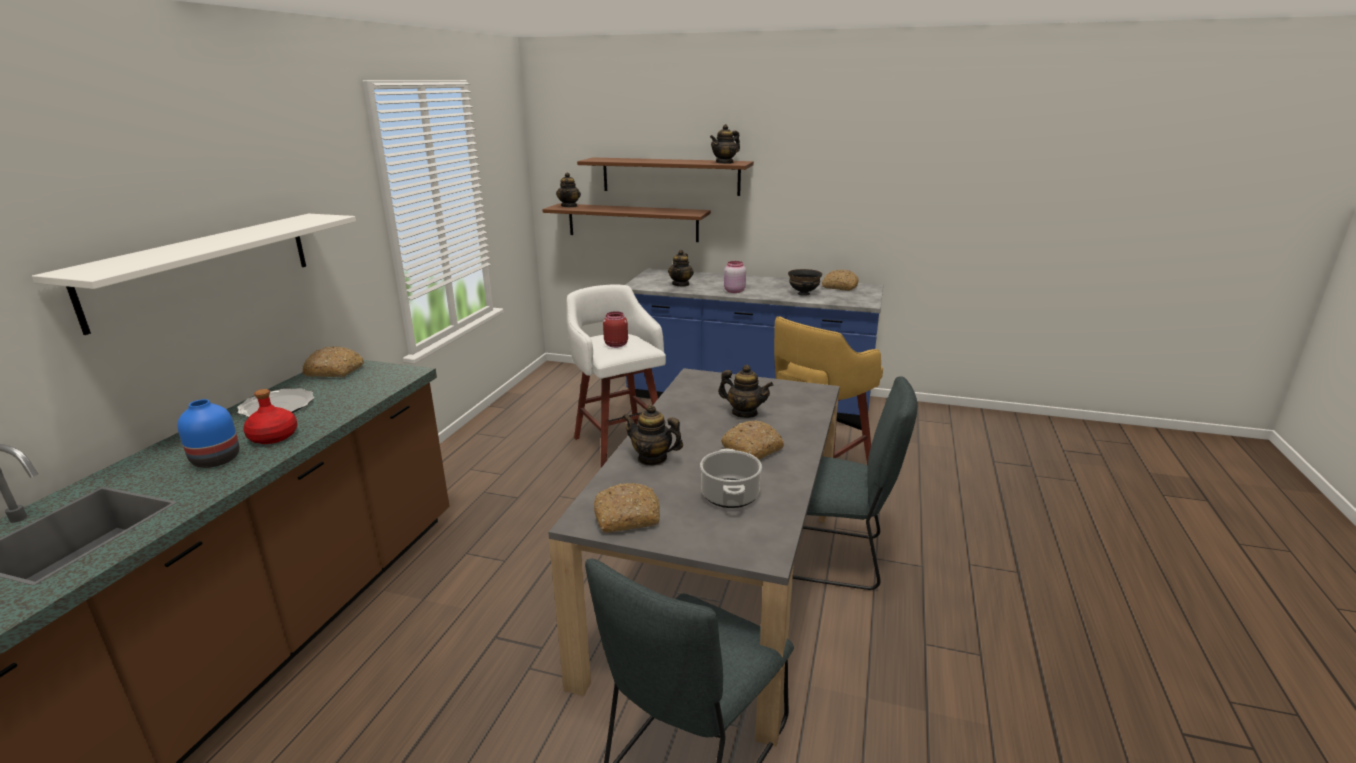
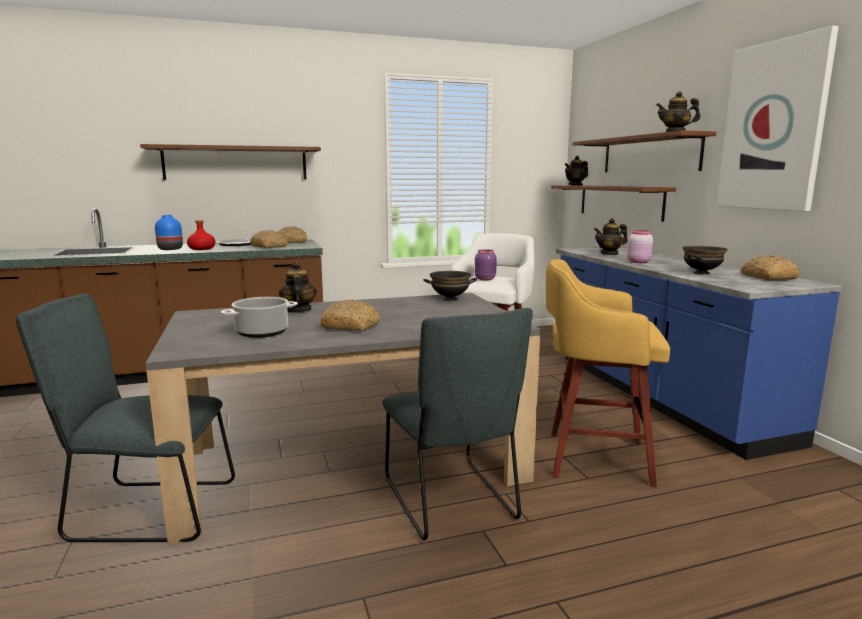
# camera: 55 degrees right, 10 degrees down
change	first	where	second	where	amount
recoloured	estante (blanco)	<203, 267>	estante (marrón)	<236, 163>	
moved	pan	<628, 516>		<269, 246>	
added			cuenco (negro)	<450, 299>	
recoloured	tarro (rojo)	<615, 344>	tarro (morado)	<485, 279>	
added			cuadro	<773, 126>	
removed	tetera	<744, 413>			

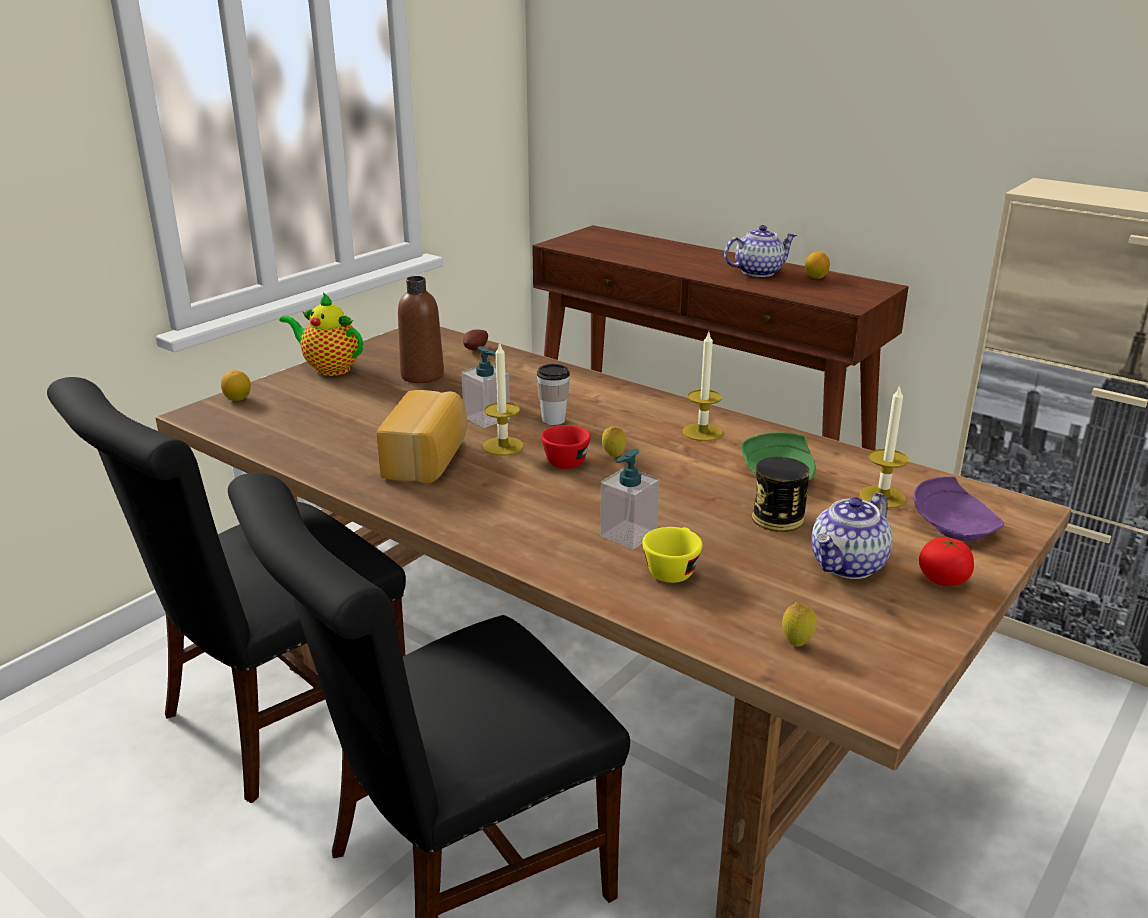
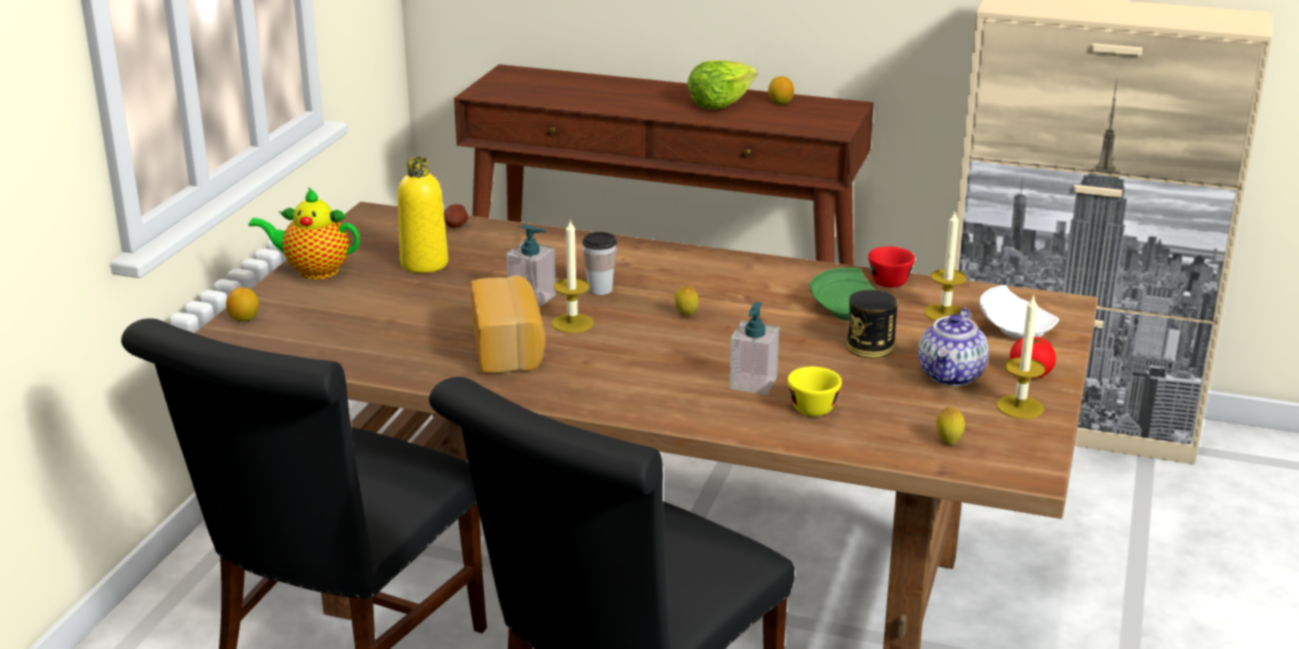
# camera: 20 degrees left, 0 degrees up
change	first	where	second	where	amount
recoloured	botella (marrón)	<422, 376>	botella (amarillo)	<424, 264>	
replaced	tetera	<758, 272>	lechuga	<720, 103>	
moved	taza (rojo)	<568, 460>		<888, 279>	
recoloured	plato (morado)	<954, 525>	plato (blanco)	<1015, 328>	
moved	vela	<702, 432>		<1020, 407>	

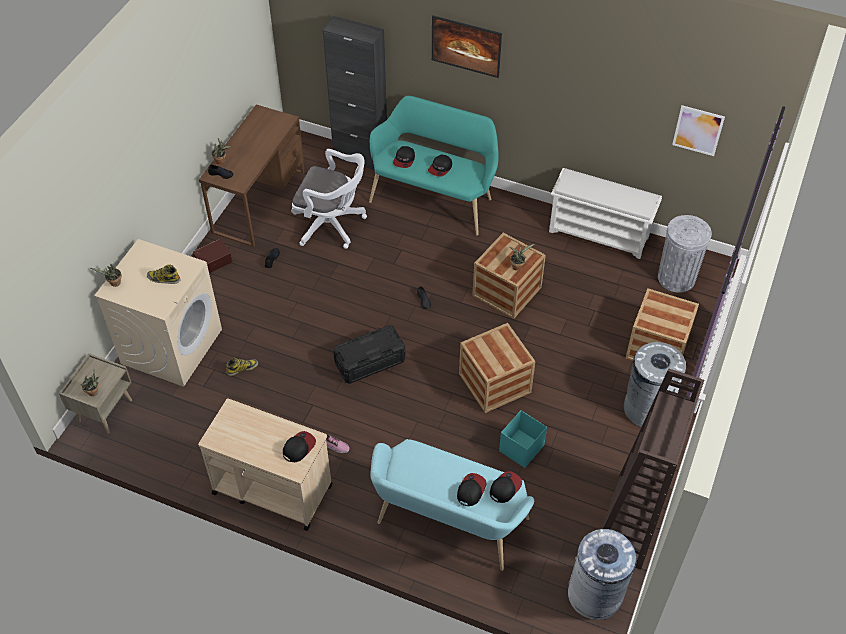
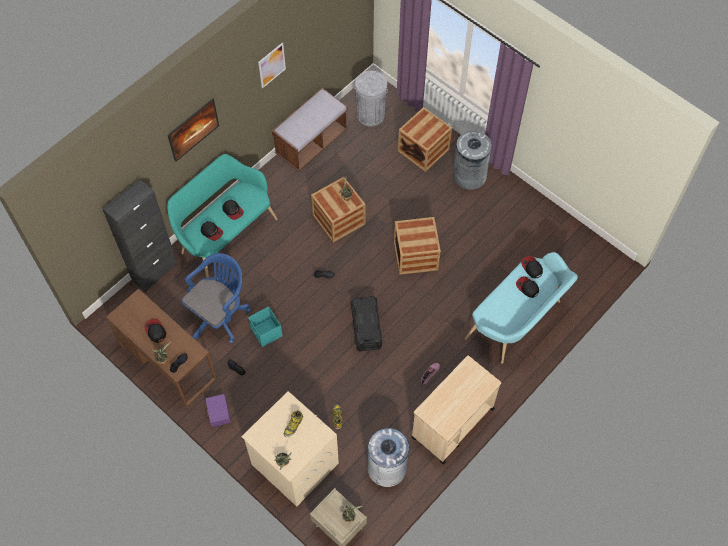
# camera: 70 degrees left, 10 degrees up
change	first	where	second	where	amount
moved	gorra	<299, 447>		<155, 331>	
recoloured	silla de oficina (blanco)	<332, 225>	silla de oficina (azul)	<220, 314>	
recoloured	caja de almacenaje (marrón)	<213, 261>	caja de almacenaje (morado)	<218, 412>	
moved	caja de almacenaje (turquesa)	<520, 449>		<266, 332>	
moved	cuadro	<698, 130>		<271, 65>	
replaced	zapatero (blanco)	<600, 234>	banco (marrón)	<311, 143>	
moved	papelera (gris)	<595, 594>		<387, 468>	
removed	estantería (marrón)	<630, 522>			

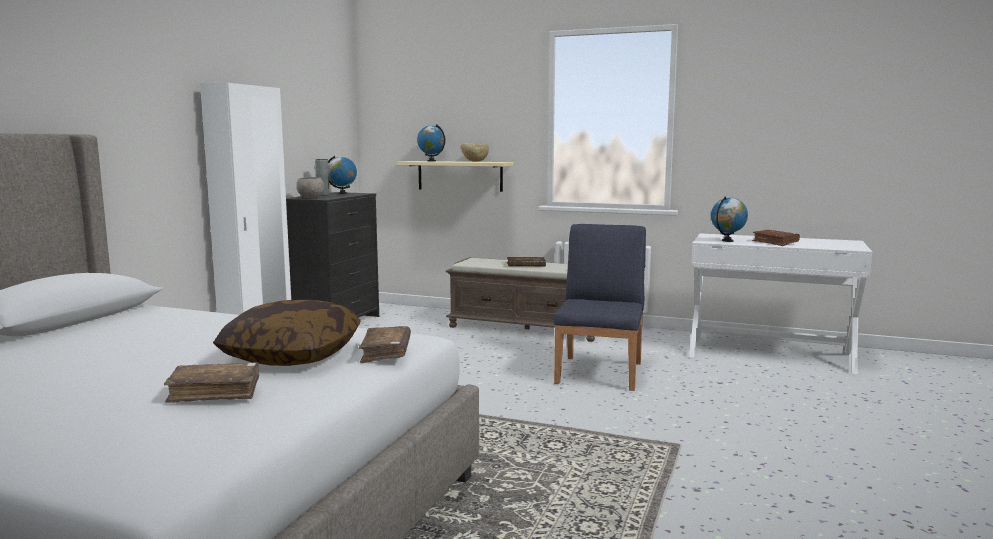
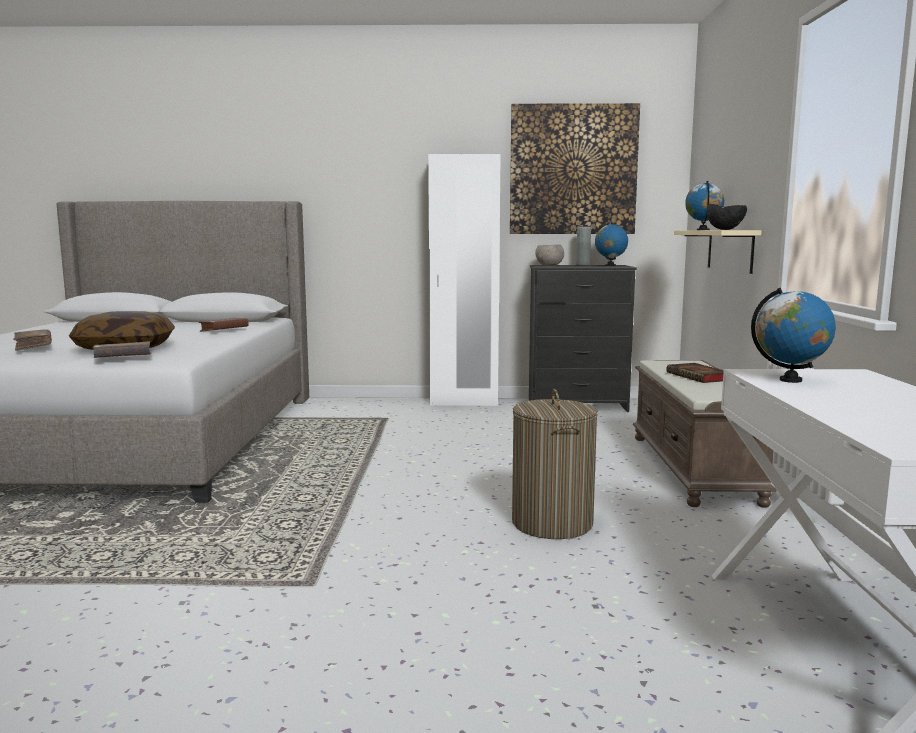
# camera: 70 degrees right, 0 degrees up
change	first	where	second	where	amount
moved	libro (marrón)	<775, 242>		<224, 330>	
added			cuadro	<573, 170>	
replaced	silla (azul)	<600, 372>	cesto de la ropa	<552, 523>	
recoloured	cuenco (beis)	<474, 161>	cuenco (negro)	<725, 229>	

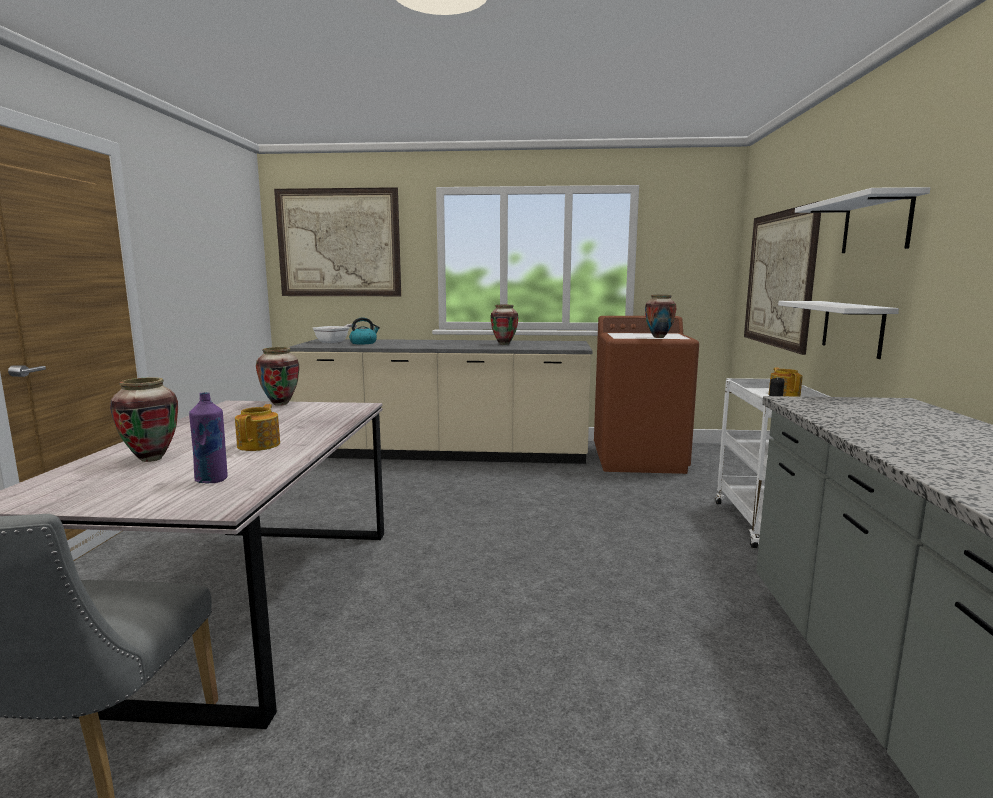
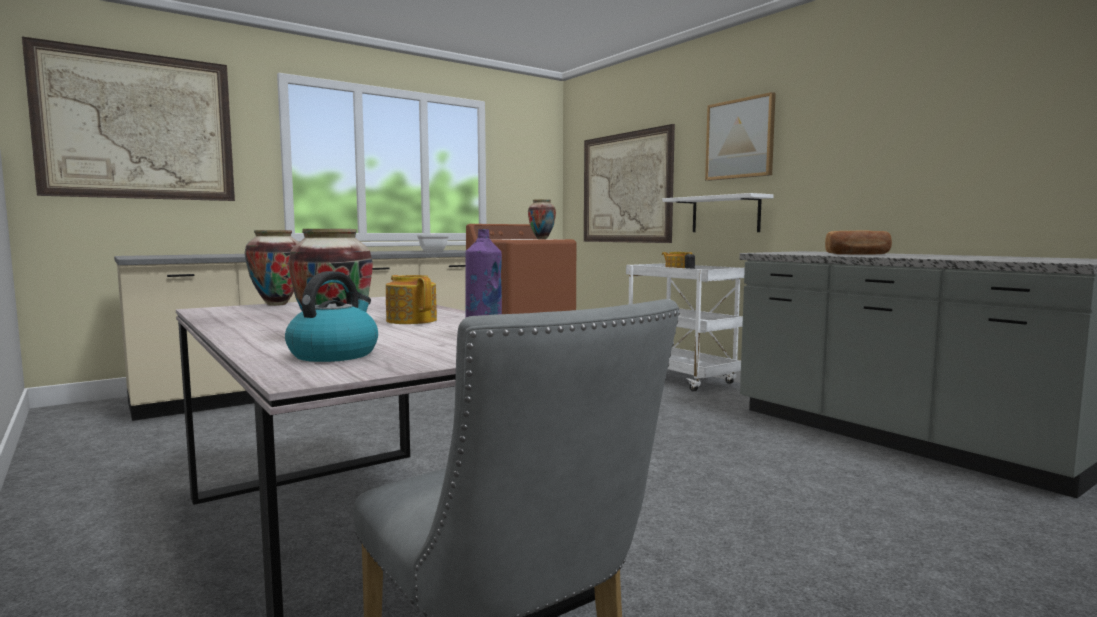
# camera: 40 degrees left, 5 degrees down
change	first	where	second	where	amount
moved	hervidor	<364, 343>		<334, 354>	
moved	sartén	<335, 342>		<433, 251>	
replaced	estante (blanco)	<876, 225>	cuadro	<740, 139>	
added			pan	<858, 254>	
removed	florero	<504, 344>			

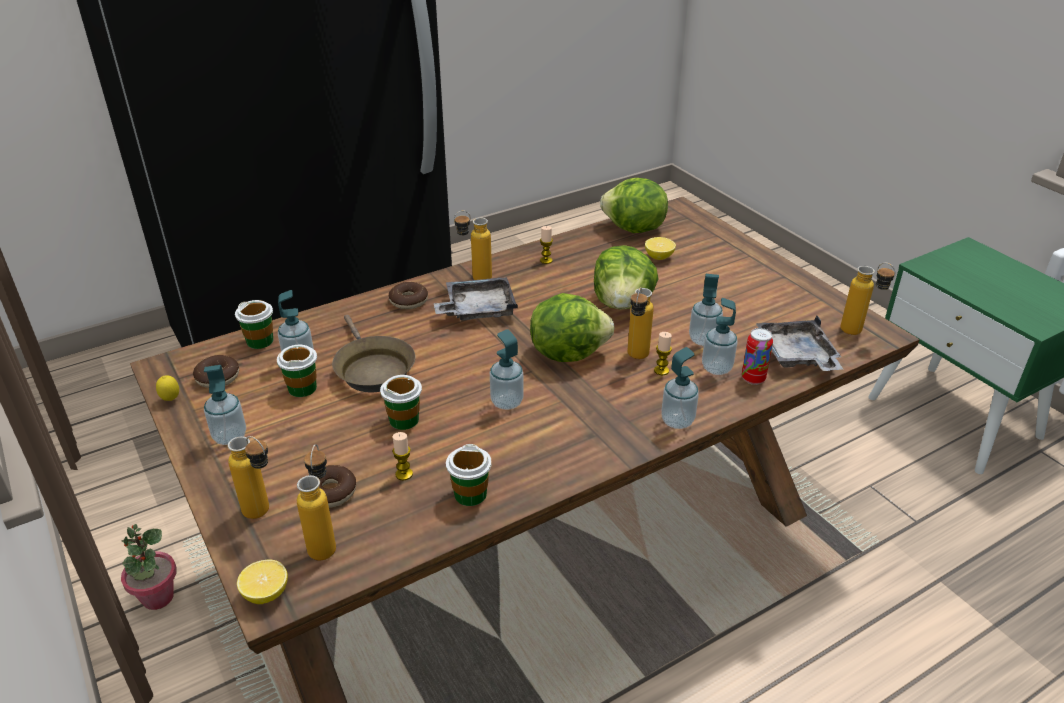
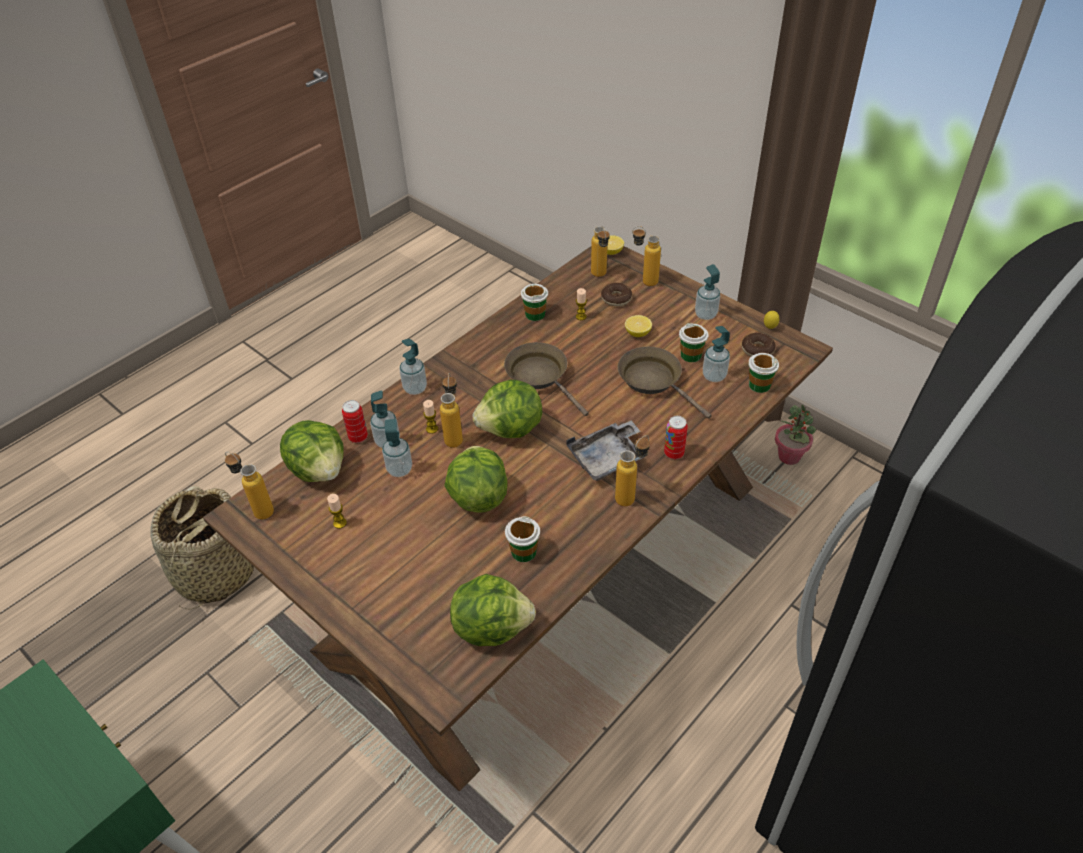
# camera: 165 degrees right, 10 degrees up
change	first	where	second	where	amount
added			cesta	<214, 573>	
replaced	bandeja (gris)	<796, 356>	lechuga	<319, 469>	
moved	vela	<546, 260>		<340, 523>	
replaced	dispensador de jabón	<507, 402>	sartén (marrón)	<540, 376>	
moved	taza	<404, 420>		<523, 552>	
moved	limón	<659, 257>		<637, 333>	
replaced	rosquilla	<408, 301>	lata	<674, 453>	

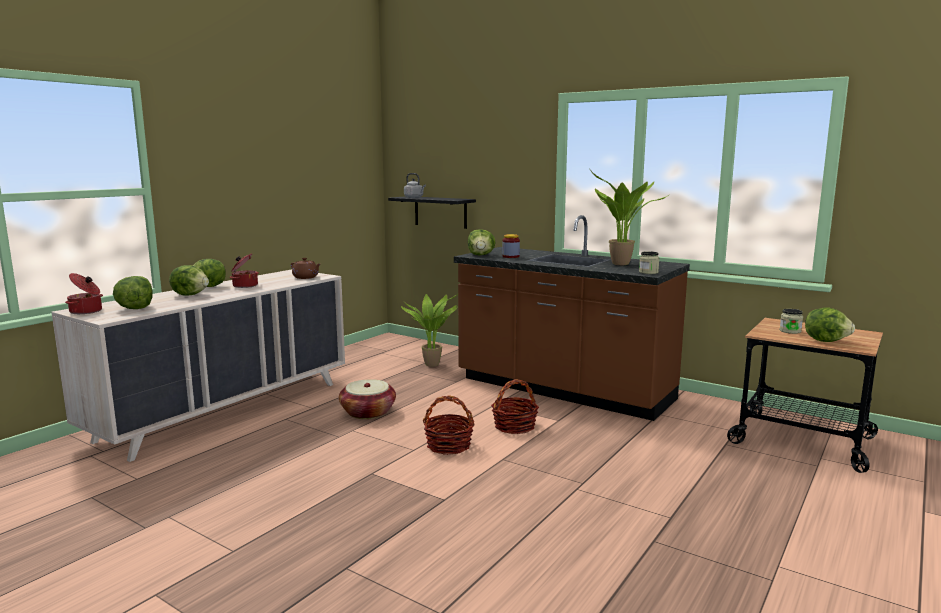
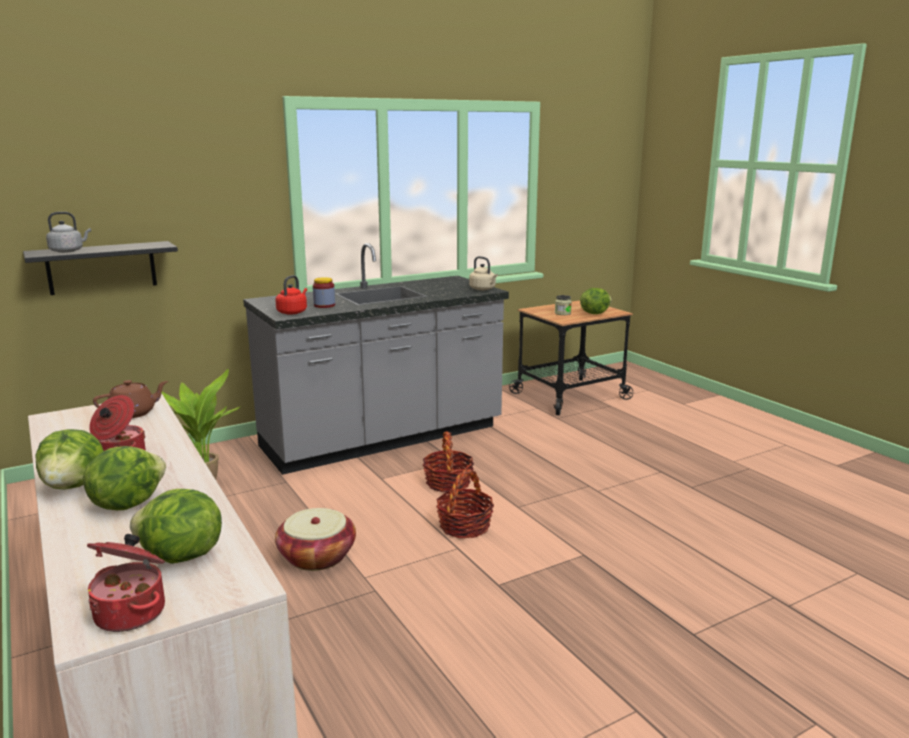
# camera: 65 degrees left, 5 degrees up
change	first	where	second	where	amount
recoloured	mueble bajo de cocina (marrón)	<563, 390>	mueble bajo de cocina (gris)	<383, 439>	
replaced	lechuga	<481, 255>	hervidor (rojo)	<293, 312>	
replaced	tarro	<648, 272>	hervidor (beis)	<483, 289>	
removed	planta en maceta	<620, 265>			

